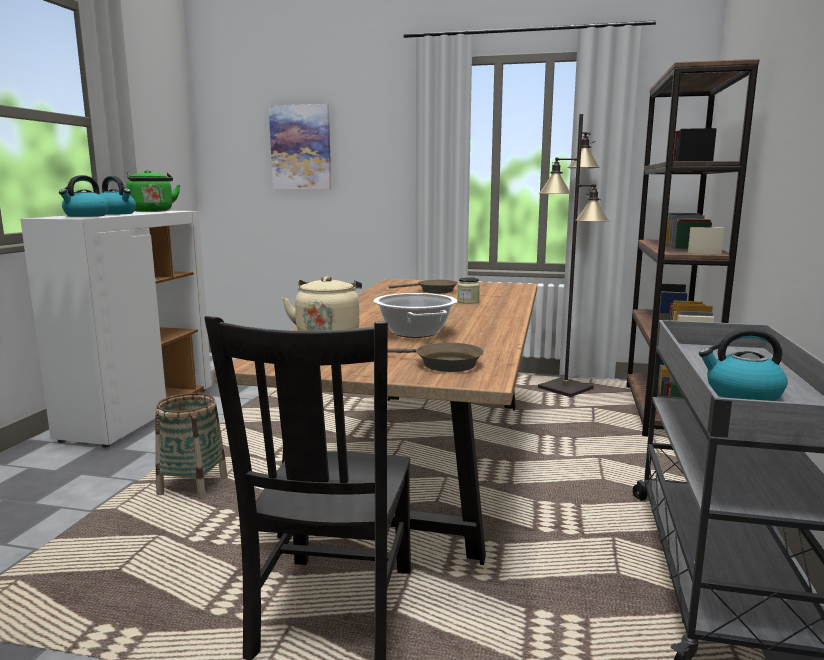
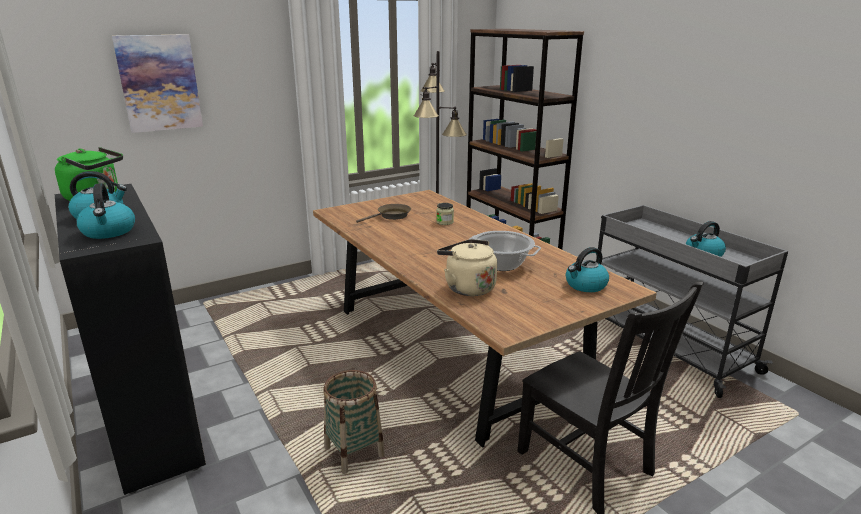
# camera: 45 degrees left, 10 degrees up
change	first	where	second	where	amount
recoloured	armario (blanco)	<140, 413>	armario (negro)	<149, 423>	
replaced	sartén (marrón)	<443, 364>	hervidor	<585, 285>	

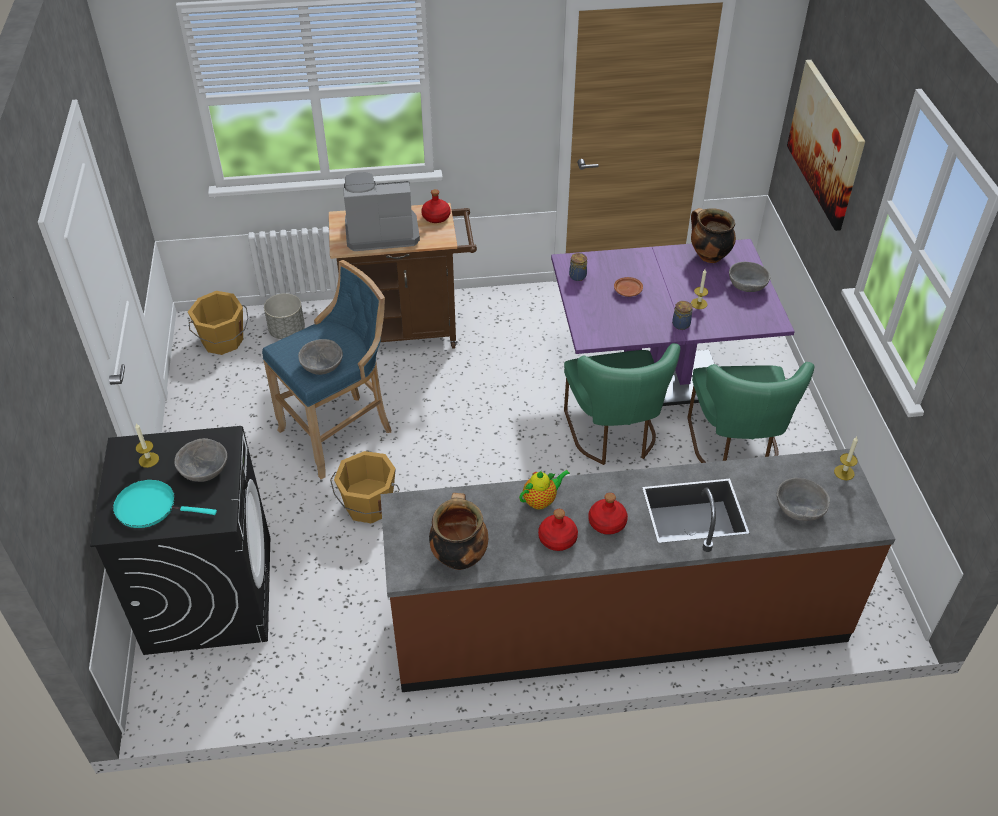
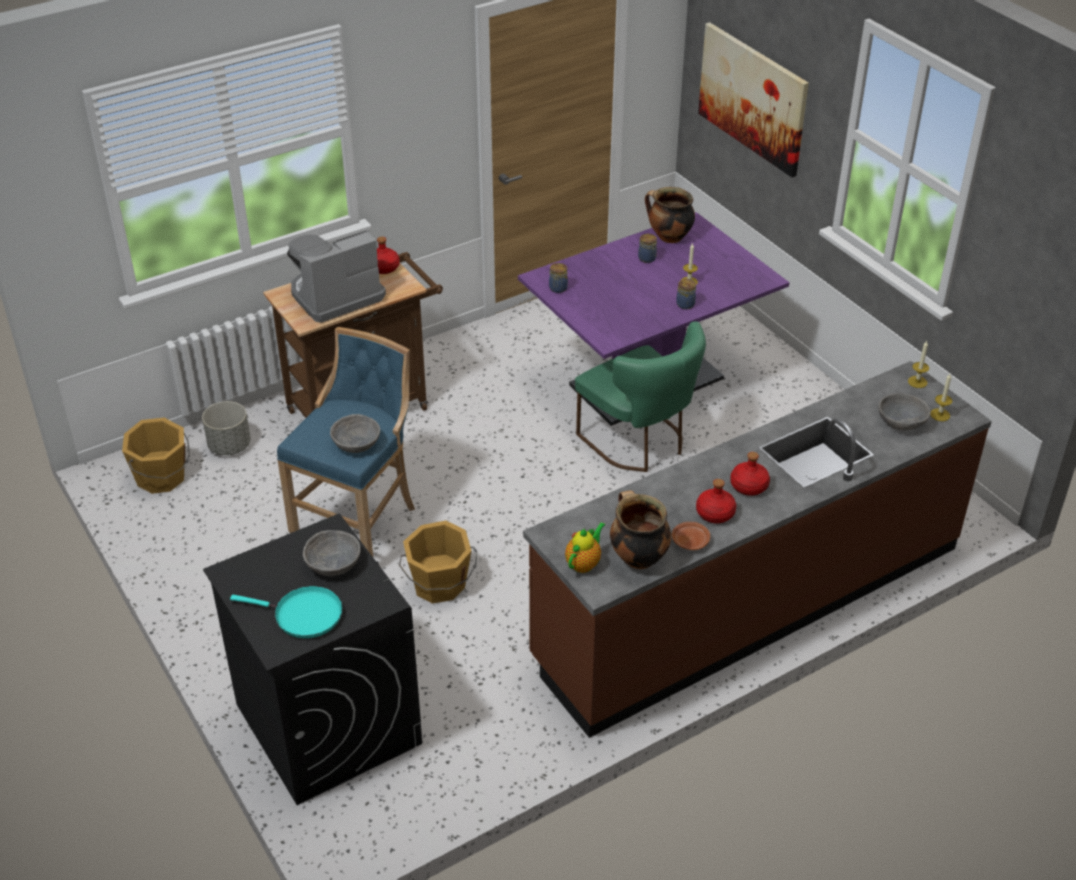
# camera: 25 degrees left, 5 degrees down
change	first	where	second	where	amount
turned	sartén (turquesa)	<150, 507>		<303, 615>	150 degrees counterclockwise
moved	tetera	<541, 500>		<584, 563>	
added			tarro	<647, 259>	
moved	plato (marrón)	<628, 291>		<690, 541>	
moved	vela	<149, 460>		<940, 415>	
removed	silla (verde)	<735, 449>			
removed	cuenco (gris)	<746, 285>			

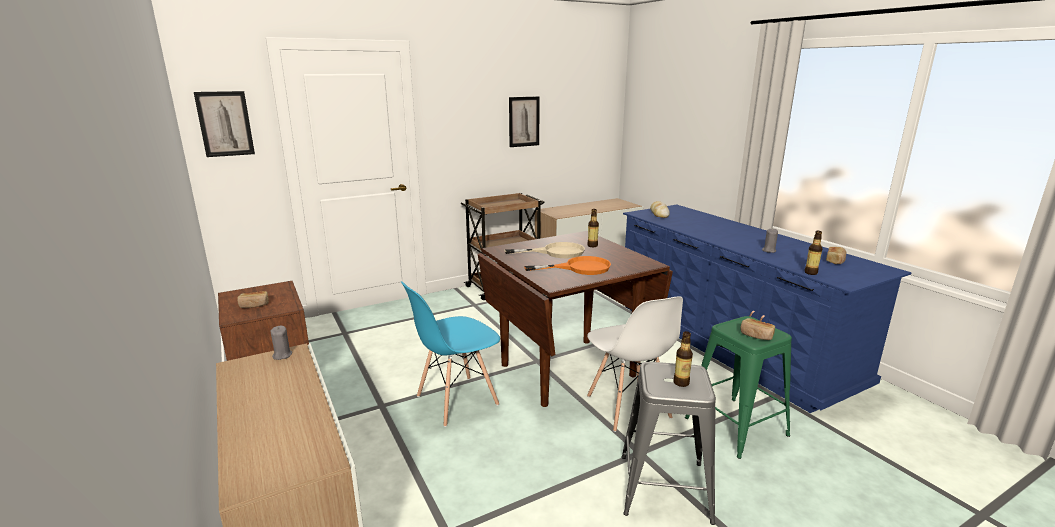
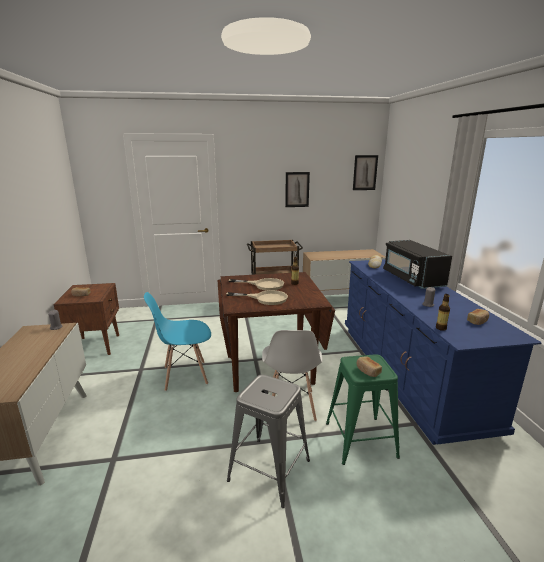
# camera: 20 degrees right, 0 degrees up
change	first	where	second	where	amount
recoloured	sartén (naranja)	<579, 268>	sartén (beis)	<265, 298>	
moved	cuadro	<225, 124>		<365, 172>	
added			microondas (negro)	<412, 279>	
removed	botella	<681, 383>			

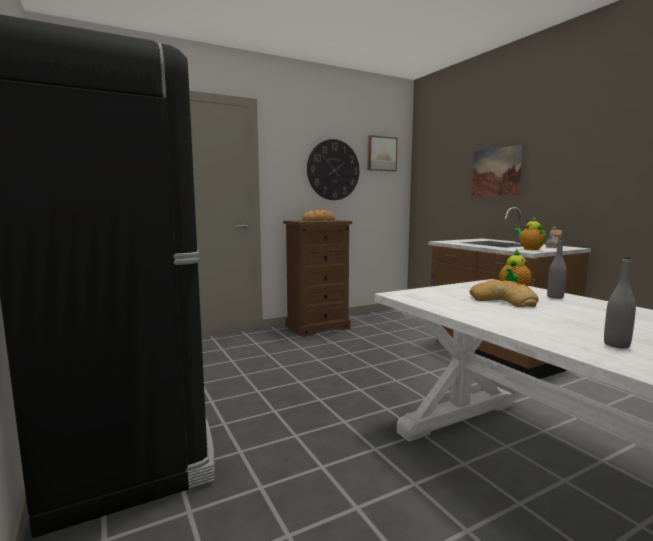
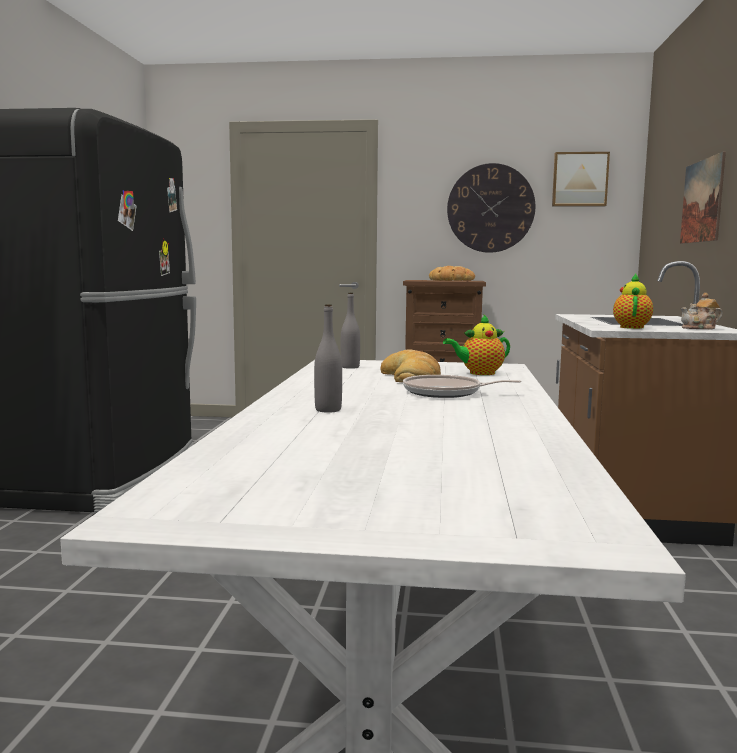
# camera: 35 degrees right, 0 degrees up
change	first	where	second	where	amount
moved	botella (gris)	<555, 297>		<350, 367>	
added			sartén	<446, 393>	

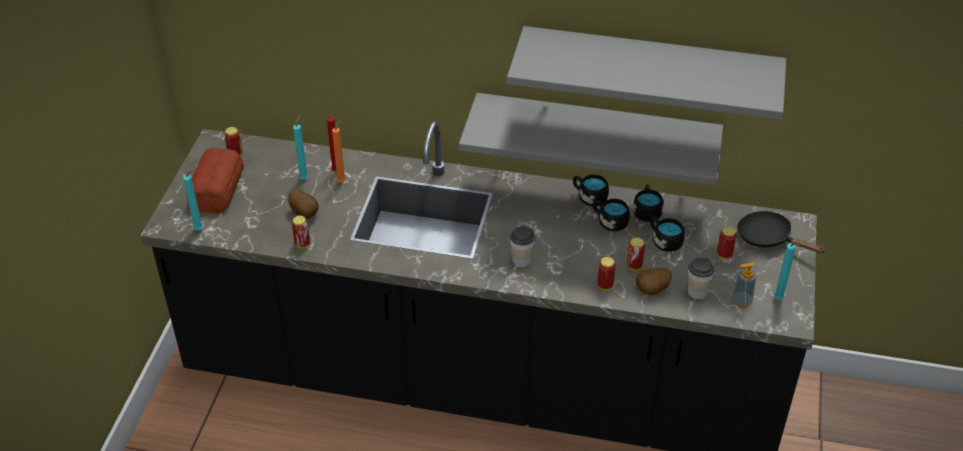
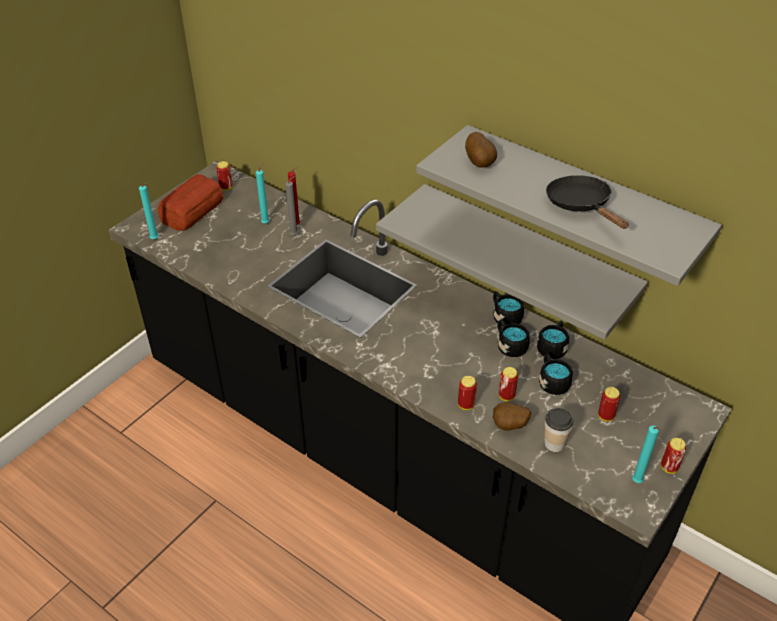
# camera: 25 degrees right, 0 degrees up
change	first	where	second	where	amount
recoloured	vela (naranja)	<342, 181>	vela (gris)	<295, 235>	
moved	patata	<305, 213>		<480, 163>	
moved	sartén (negro)	<769, 238>		<581, 205>	
moved	lata	<302, 244>		<669, 467>	
removed	taza	<521, 260>			
removed	dispensador de jabón	<741, 301>			

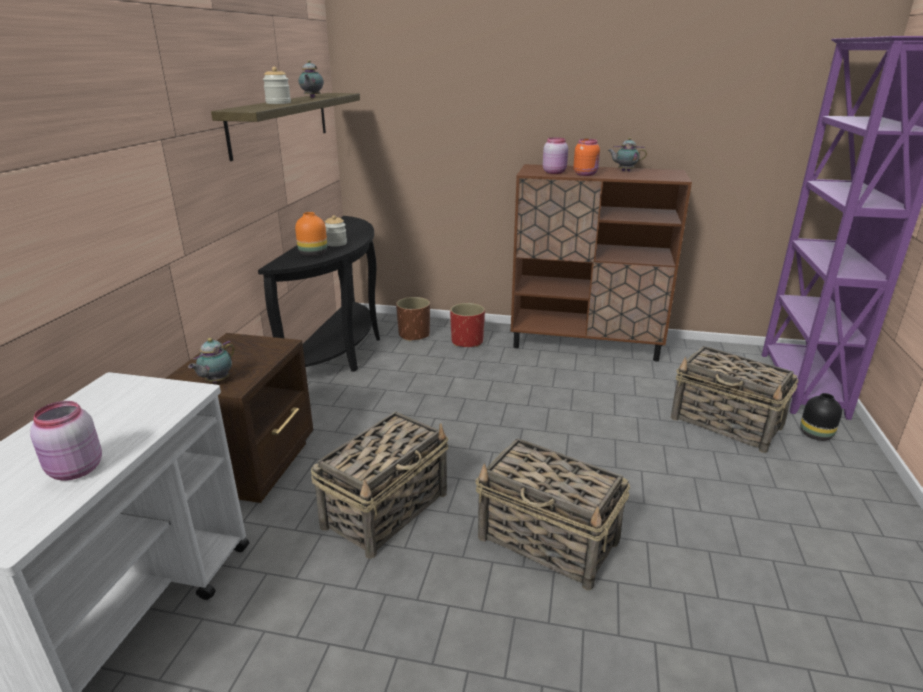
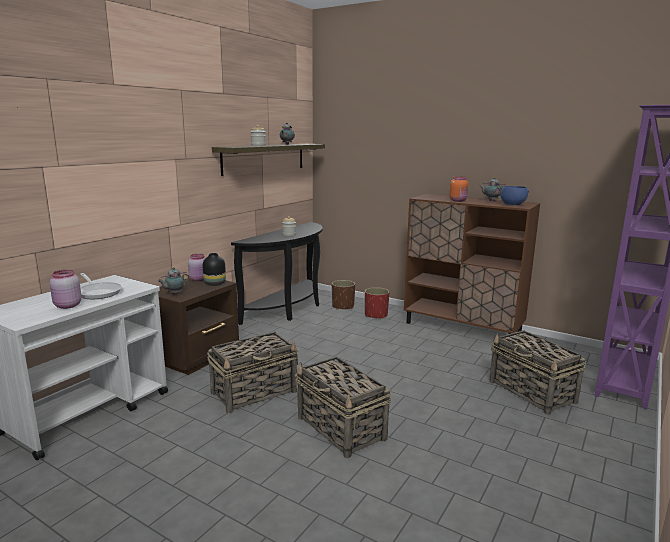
# camera: 20 degrees right, 10 degrees down
change	first	where	second	where	amount
added			sartén	<98, 292>	
moved	tarro (rosa)	<554, 172>		<199, 279>	
moved	florero (negro)	<814, 434>		<214, 283>	
added			cuenco (azul)	<512, 205>	
removed	florero (naranja)	<313, 254>			

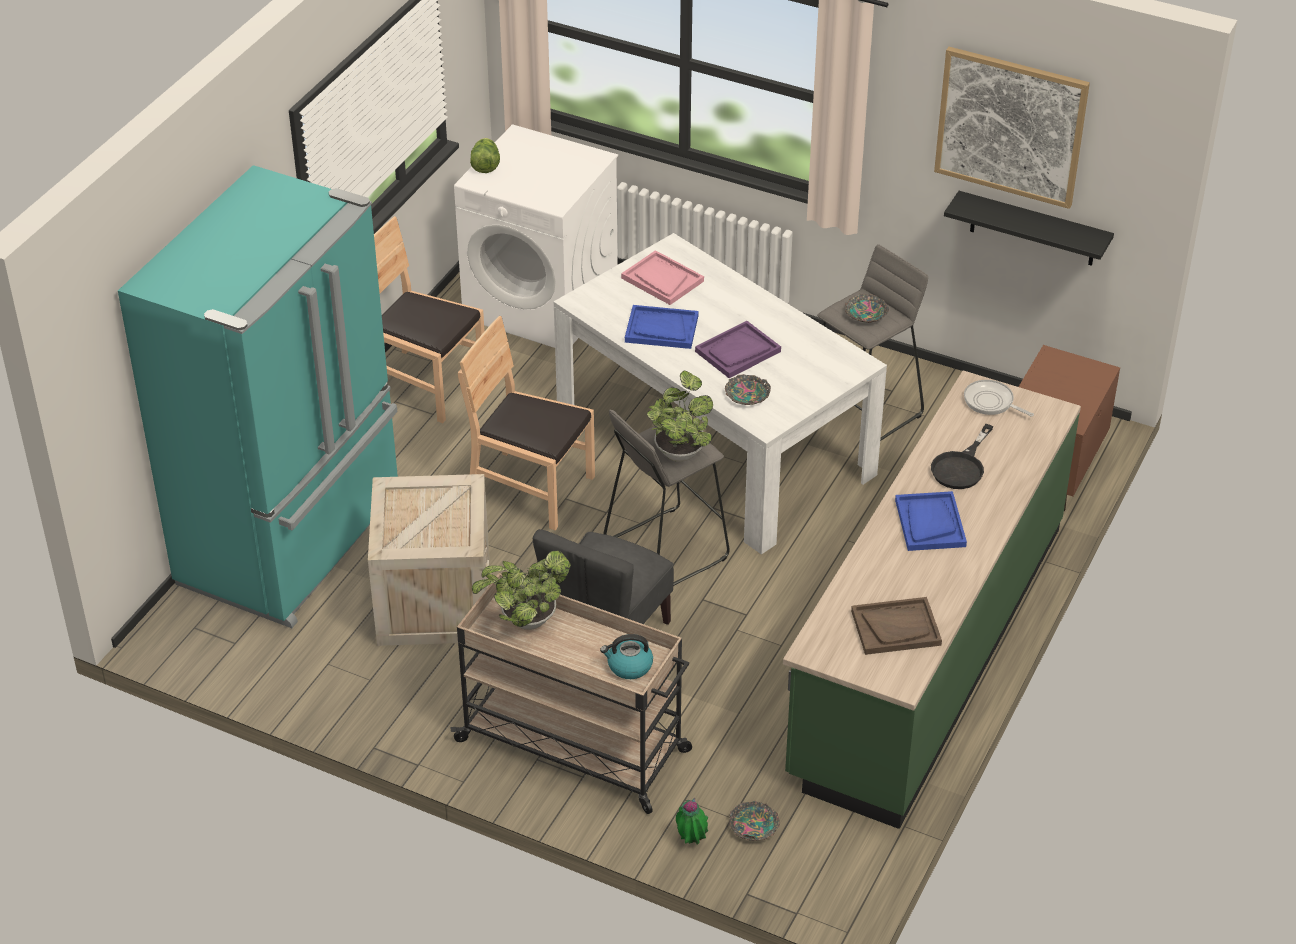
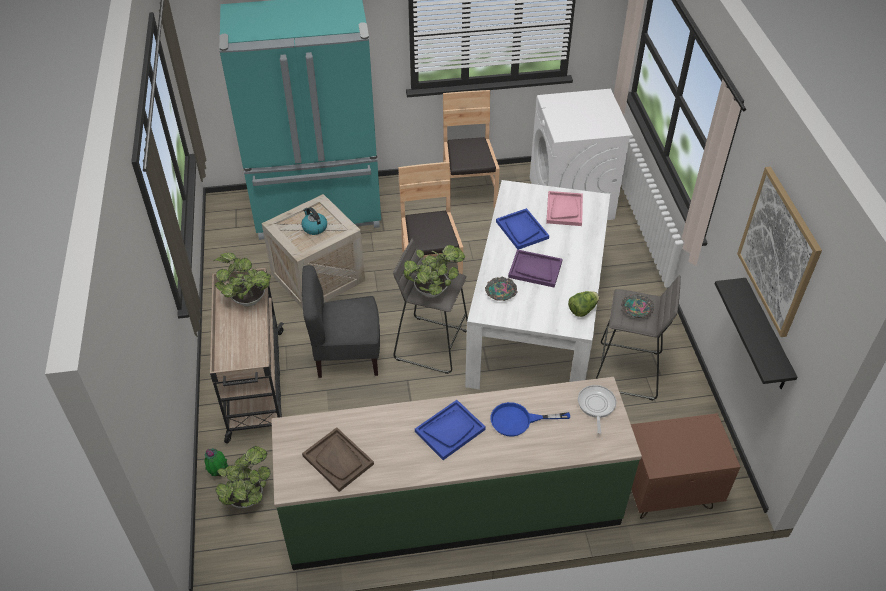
# camera: 55 degrees right, 5 degrees up
change	first	where	second	where	amount
replaced	cuenco	<754, 827>	planta en maceta	<248, 496>	
moved	hervidor	<629, 666>		<314, 227>	
recoloured	sartén (negro)	<961, 466>	sartén (azul)	<518, 420>	
moved	lechuga	<485, 165>		<582, 309>	

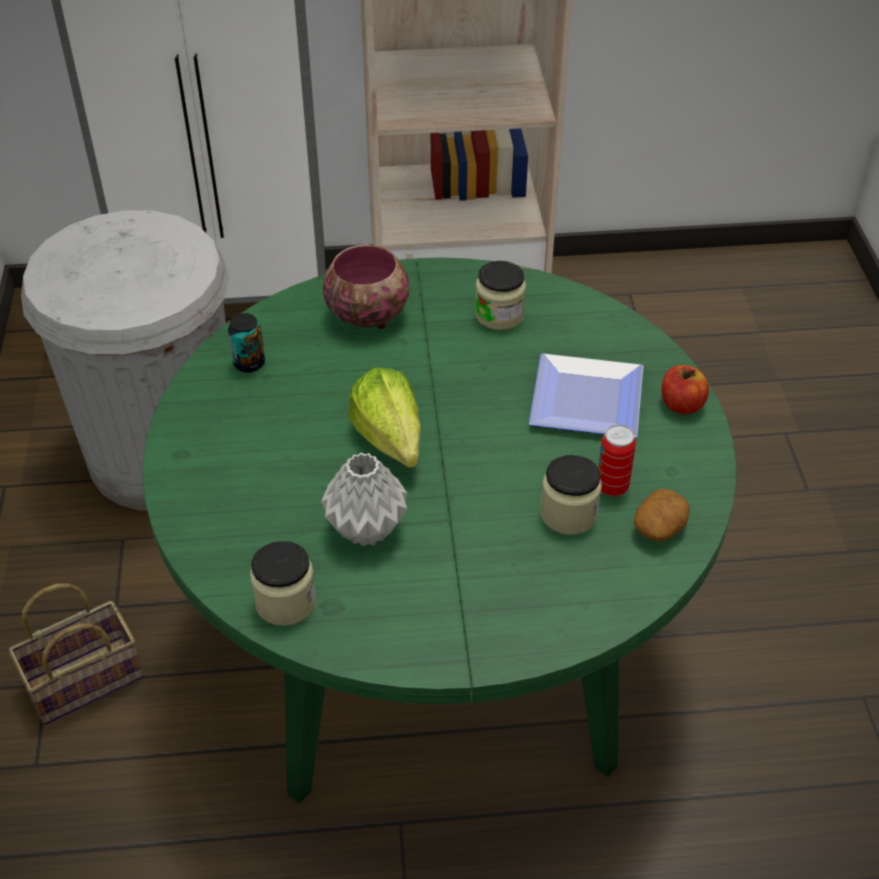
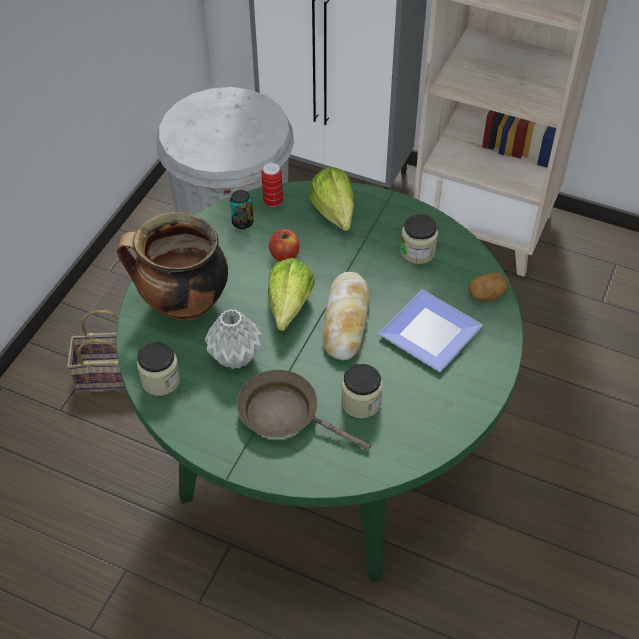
# camera: 30 degrees right, 5 degrees up
change	first	where	second	where	amount
added			olla	<183, 305>	
added			sartén (marrón)	<285, 414>	
moved	lata	<612, 487>		<273, 201>	
moved	manzana	<681, 404>		<284, 255>	
replaced	cuenco	<367, 314>	lechuga	<335, 218>	
added			pan	<345, 321>	
moved	patata	<659, 528>		<486, 294>	

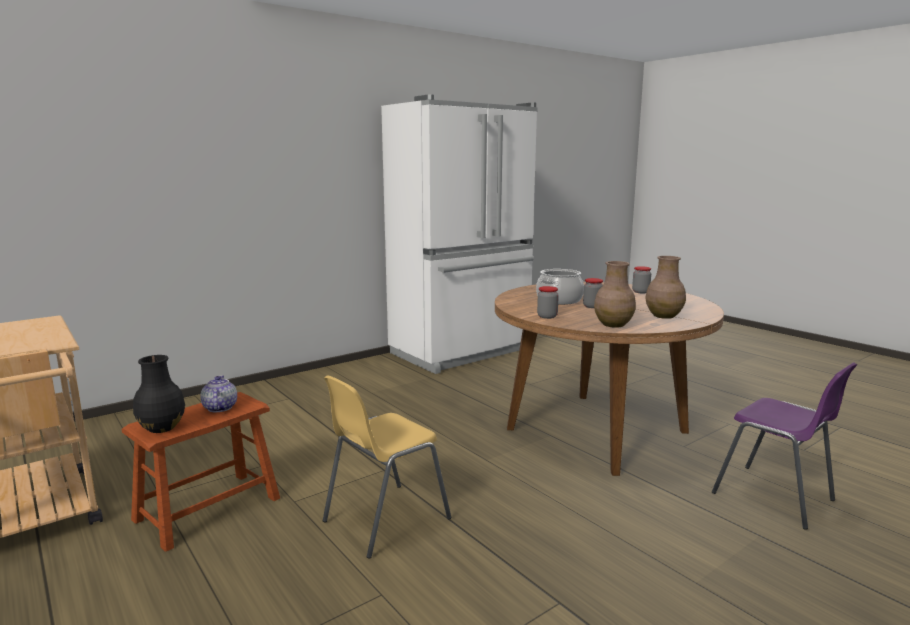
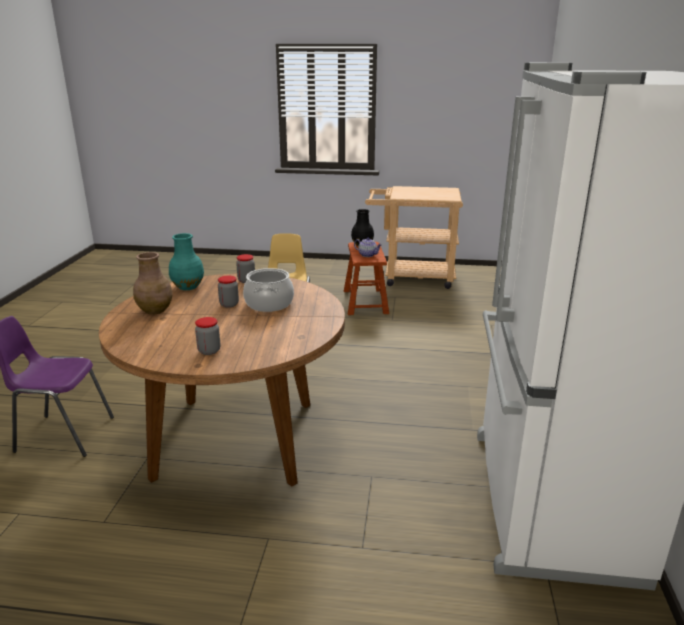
# camera: 135 degrees right, 10 degrees up
change	first	where	second	where	amount
recoloured	florero (marrón)	<612, 324>	florero (turquesa)	<188, 287>	

